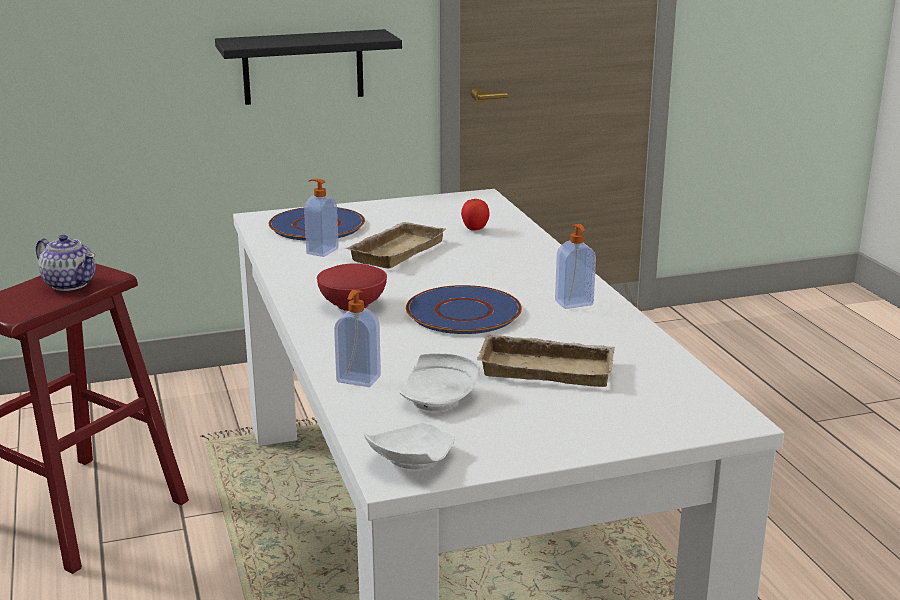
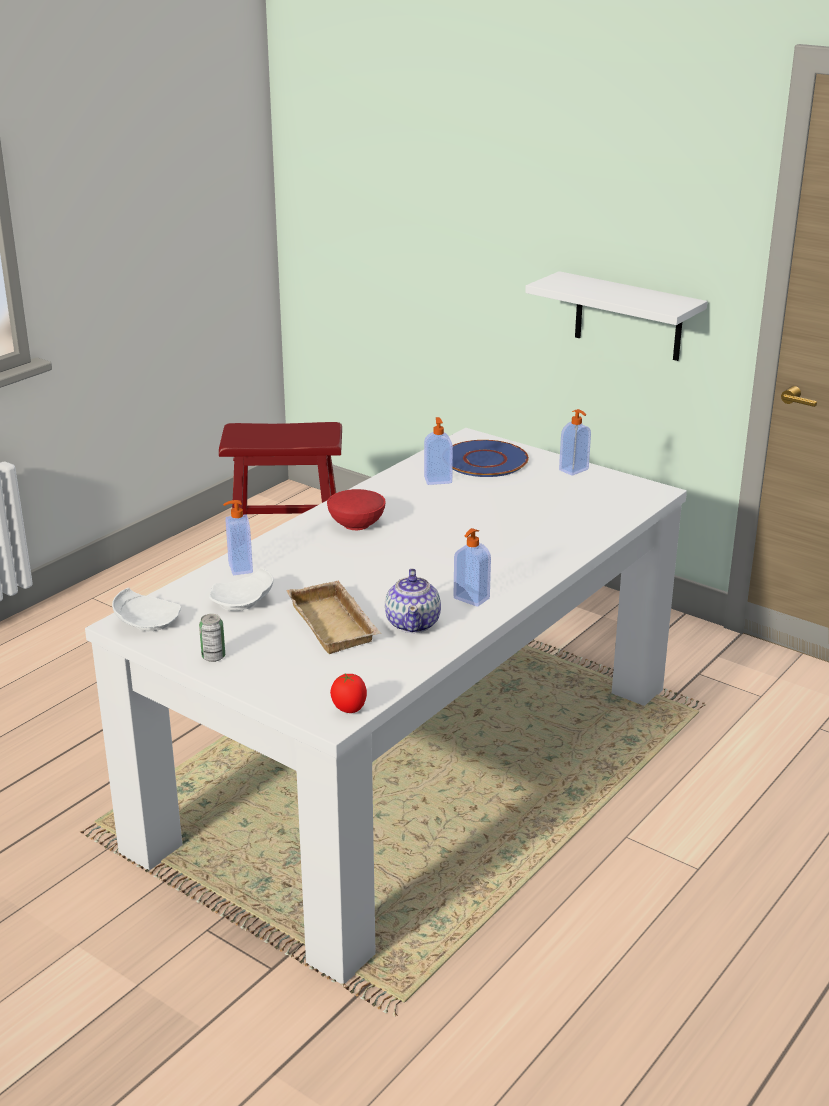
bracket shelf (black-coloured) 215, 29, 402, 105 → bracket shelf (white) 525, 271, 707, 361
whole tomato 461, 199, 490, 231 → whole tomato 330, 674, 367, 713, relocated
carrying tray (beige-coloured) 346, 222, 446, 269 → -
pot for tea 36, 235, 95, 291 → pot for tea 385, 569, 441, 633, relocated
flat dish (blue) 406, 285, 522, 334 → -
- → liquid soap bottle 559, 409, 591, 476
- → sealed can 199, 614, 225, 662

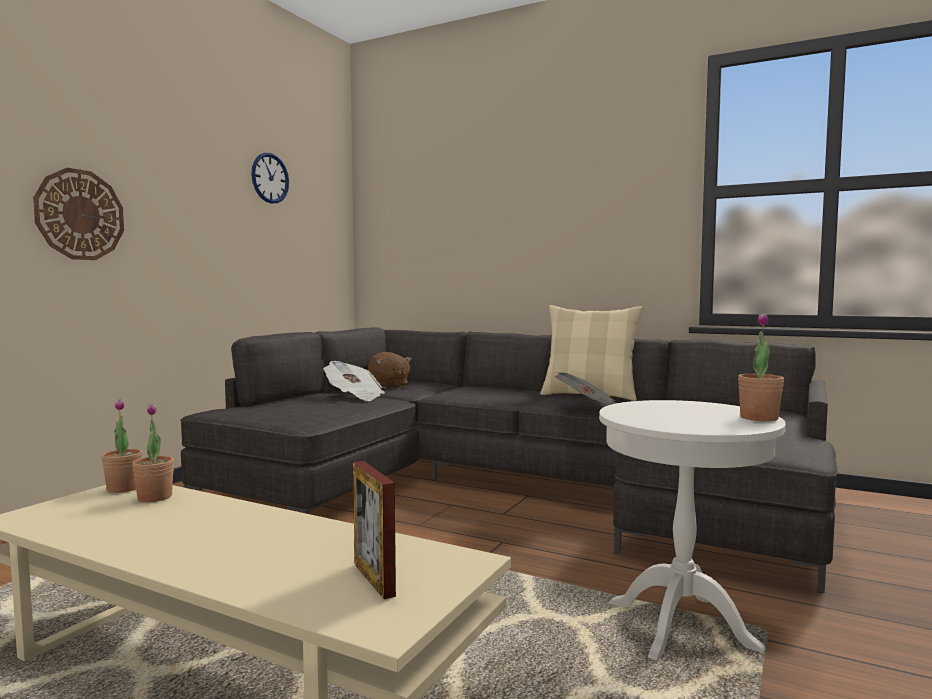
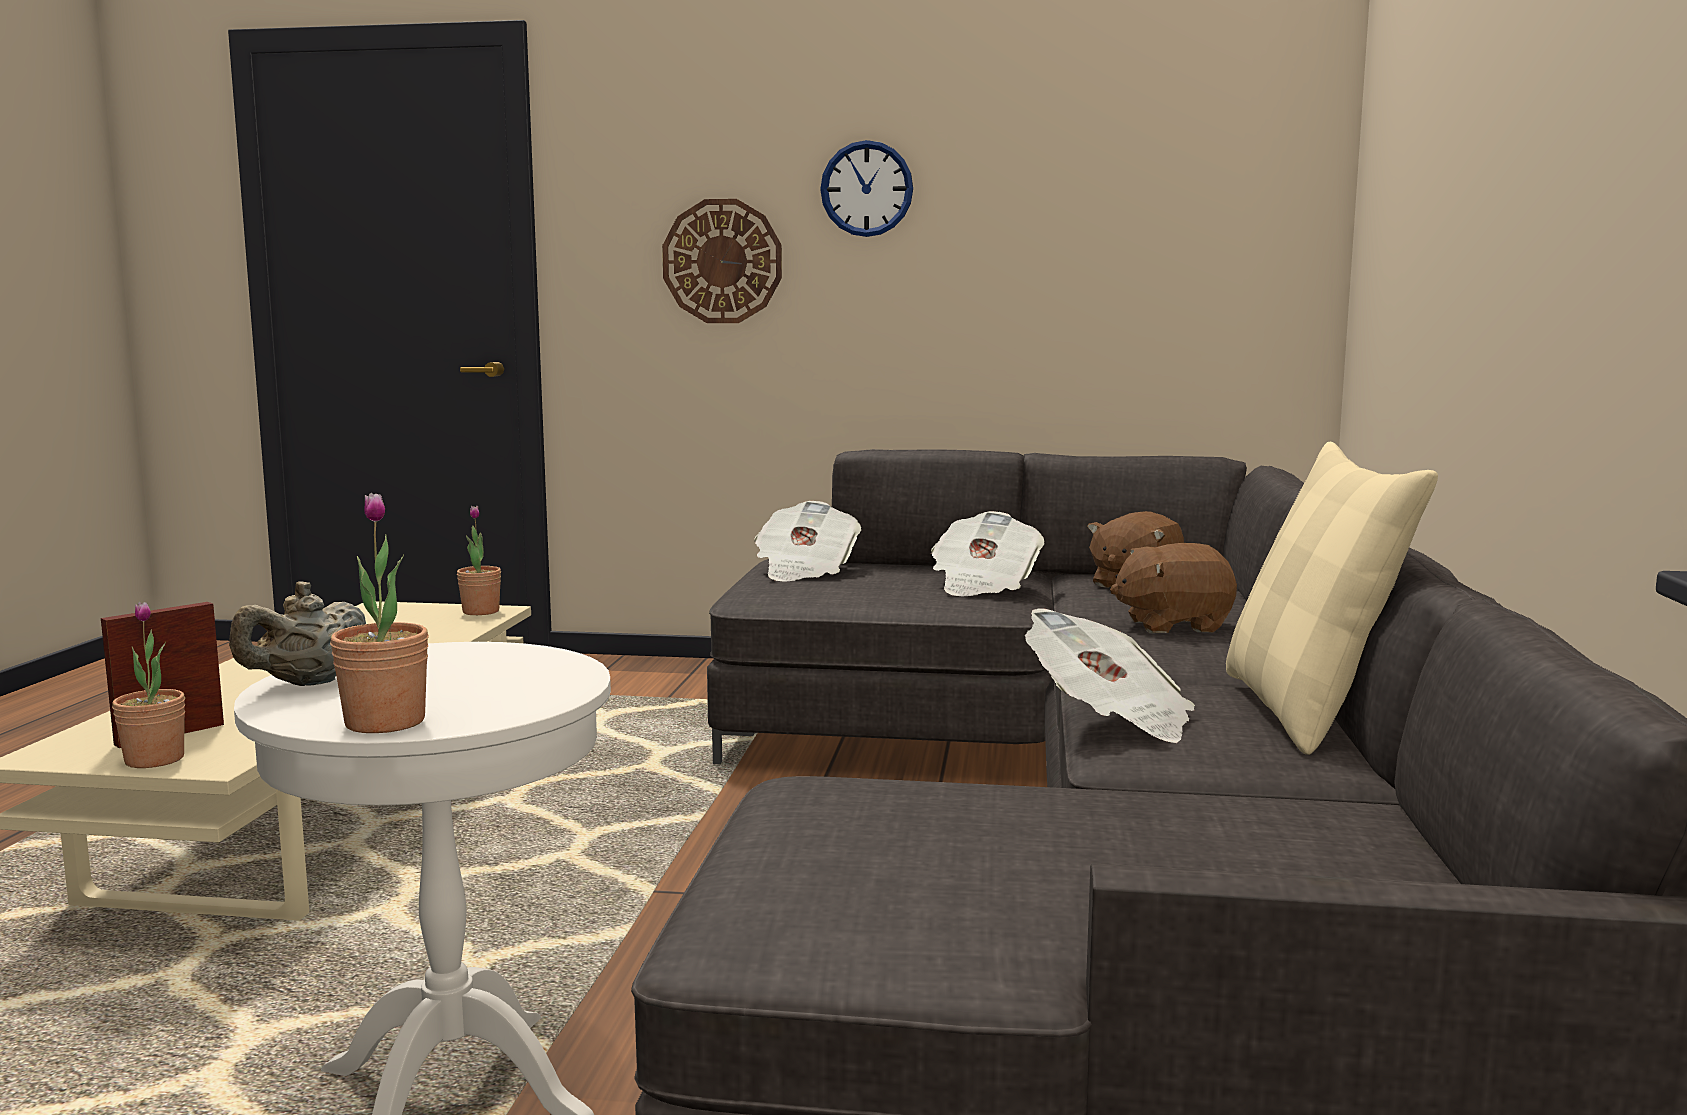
clock on the wall 251, 153, 289, 204 → clock on the wall 820, 140, 913, 237, relocated
plant in a pot 132, 404, 174, 502 → plant in a pot 112, 602, 185, 768, relocated
- → printed paper 754, 501, 861, 582
- → cuddly toy (brown) 1110, 543, 1237, 633
- → pot for tea (beige-coloured) 229, 582, 366, 686

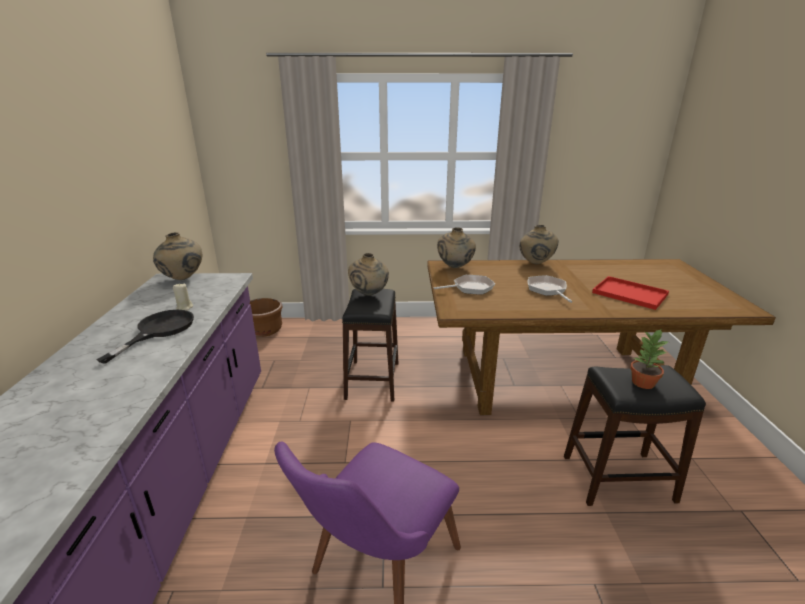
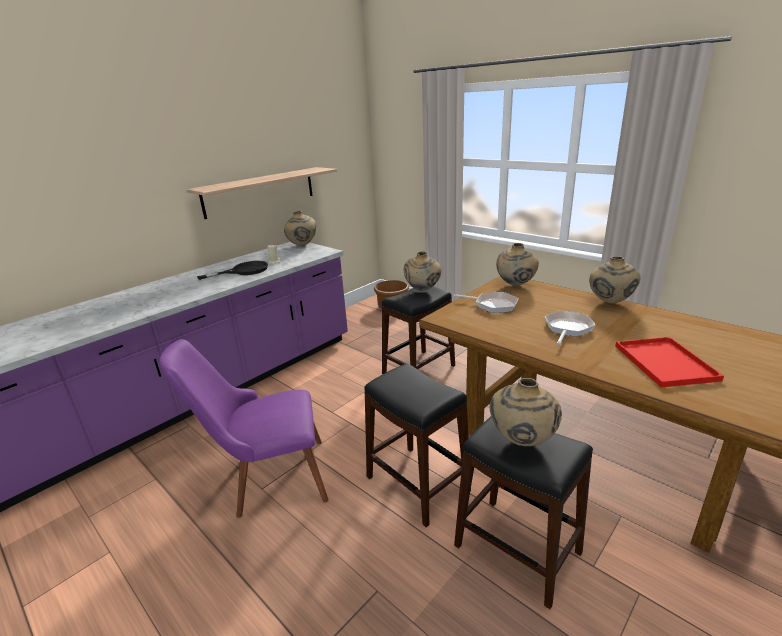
plant in a pot 630, 329, 668, 389 → flower vase (beige-coloured) 490, 378, 562, 446
- → bracket shelf 186, 167, 337, 219
- → stool (black-coloured) 364, 364, 471, 527

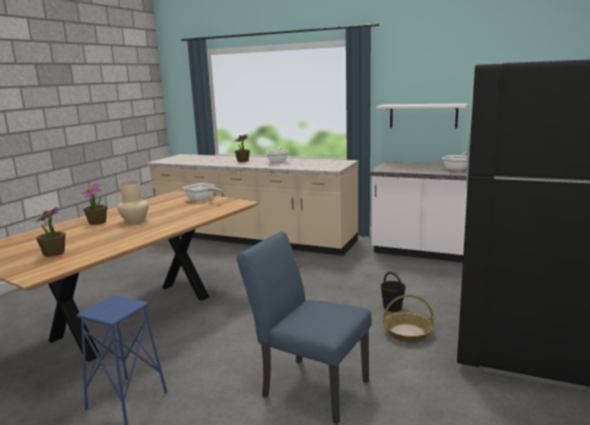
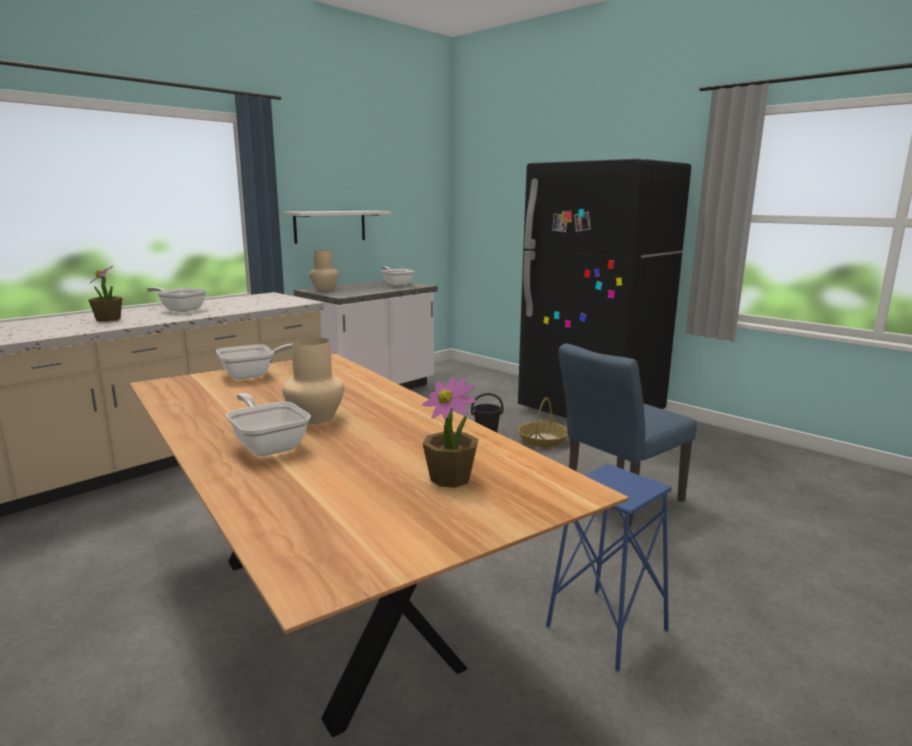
plant in a pot 83, 182, 107, 225 → pan 226, 393, 311, 457
- → flower vase (beige-coloured) 309, 250, 339, 290

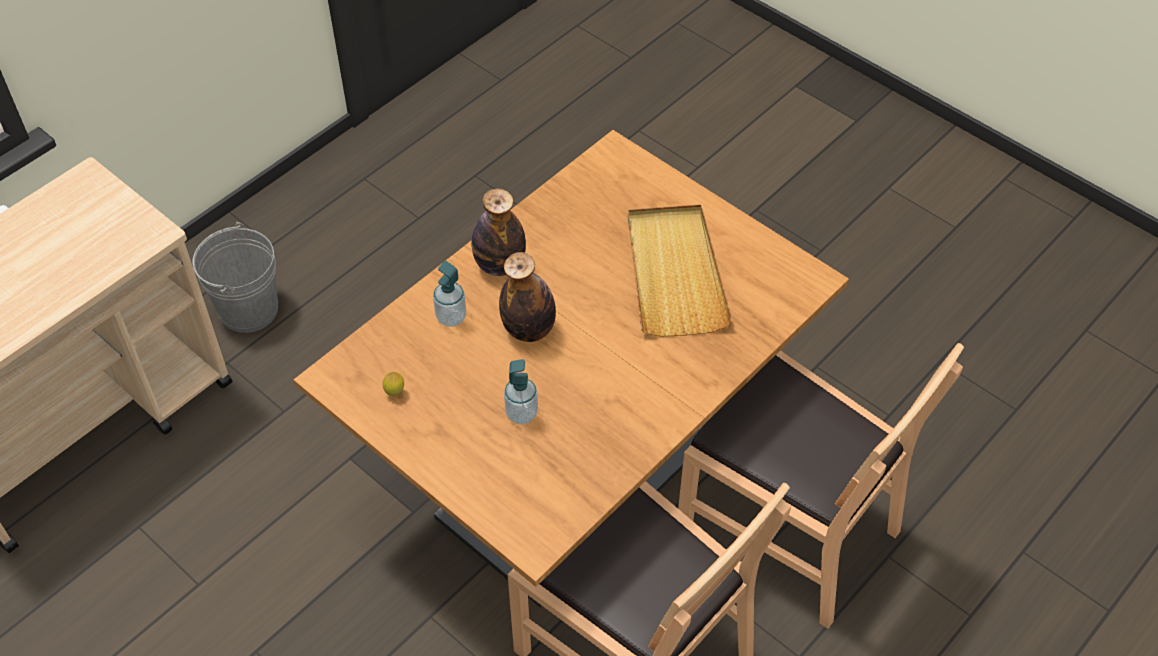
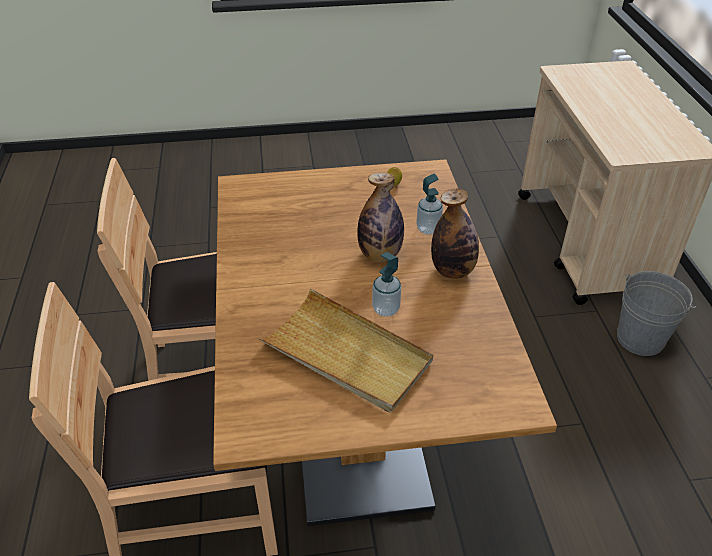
liquid soap bottle 504, 359, 538, 424 → liquid soap bottle 372, 252, 401, 317, relocated

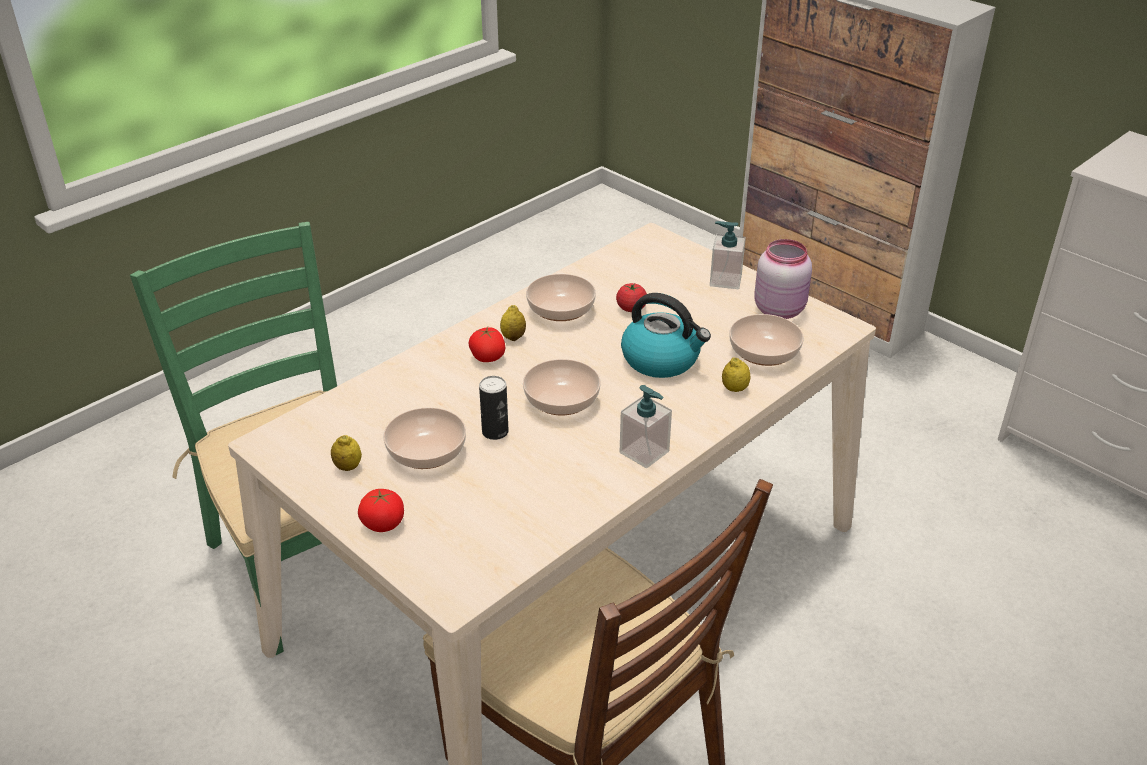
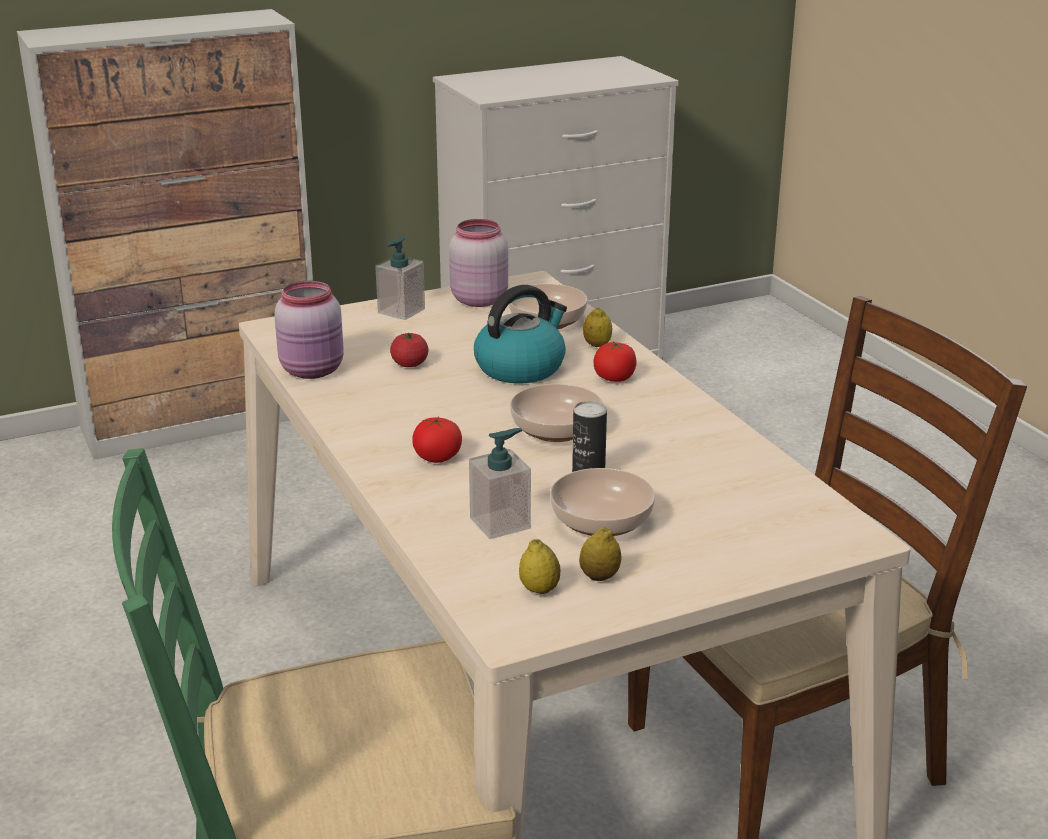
bowl 526, 274, 596, 321 → -
lemon 500, 305, 526, 341 → lemon 519, 539, 560, 594, relocated
liquid soap bottle 620, 385, 672, 468 → liquid soap bottle 469, 428, 531, 539, relocated
whole tomato 358, 489, 404, 532 → whole tomato 593, 341, 636, 382, relocated
- → jar (pinkish) 275, 281, 344, 379

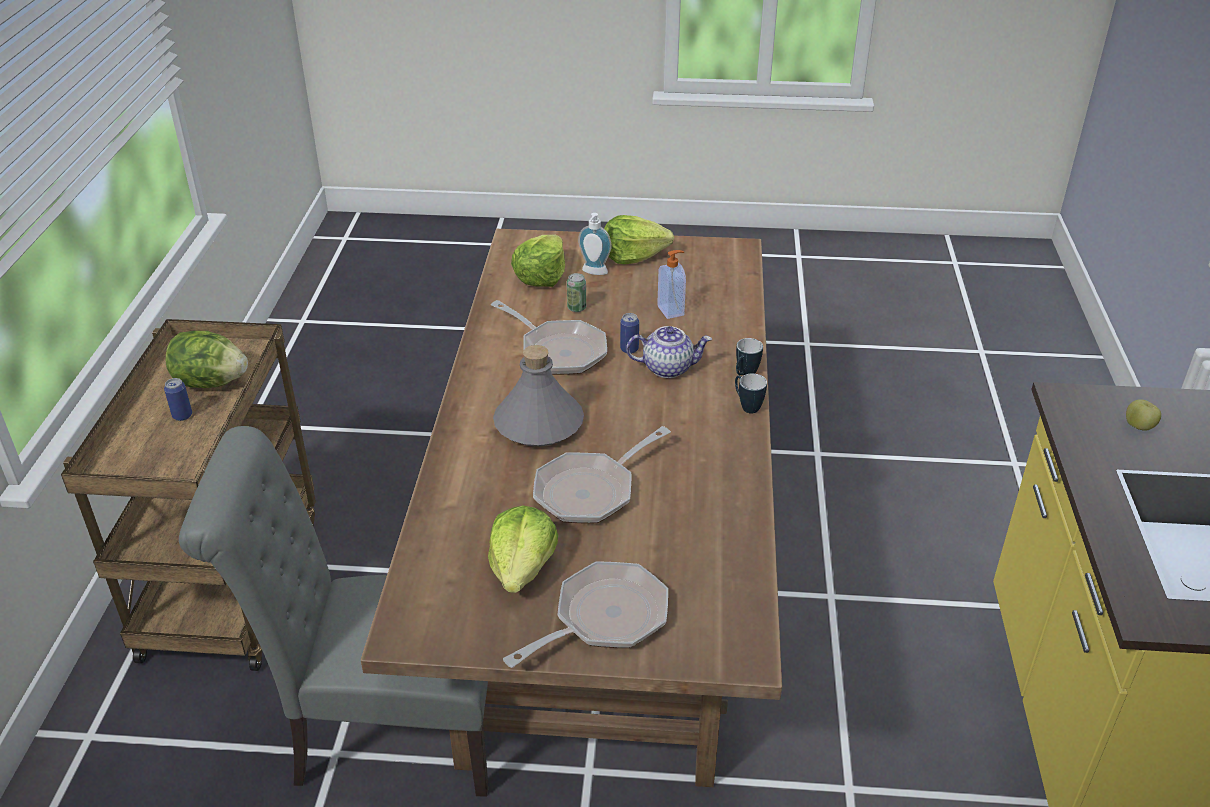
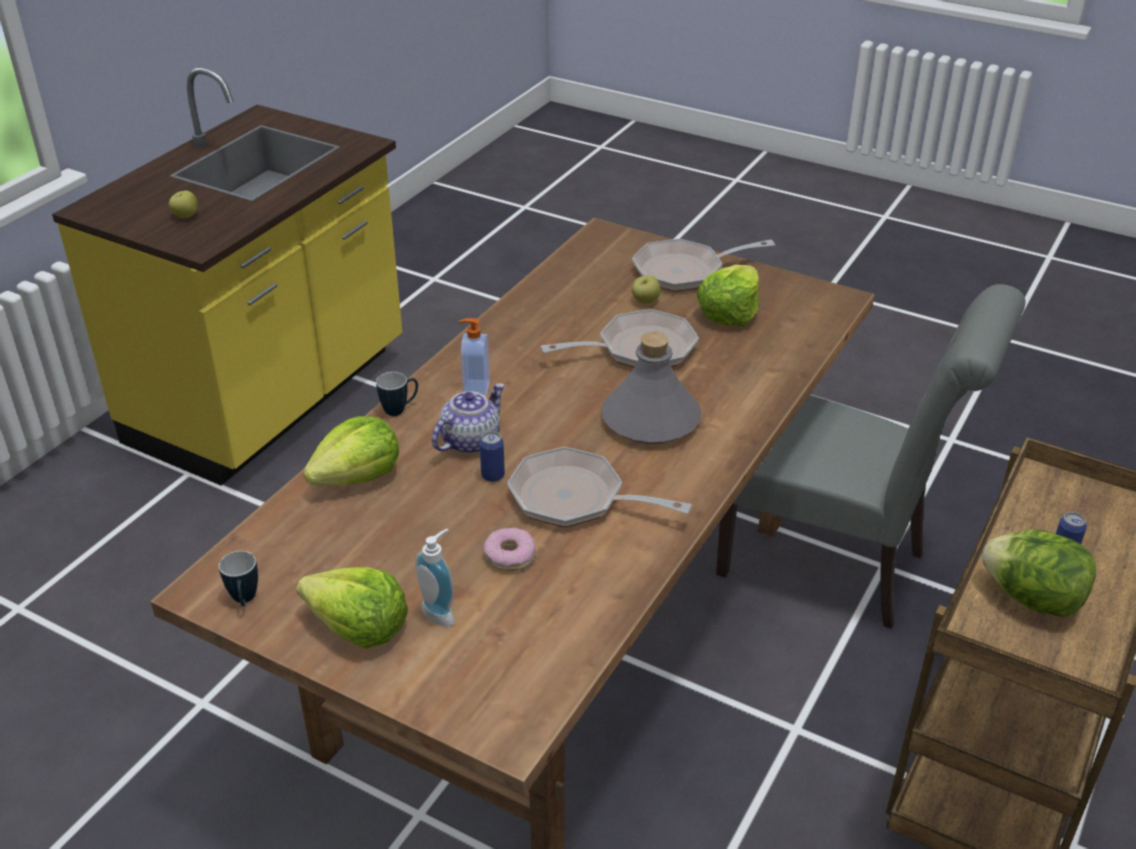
lettuce 511, 235, 565, 287 → lettuce 303, 416, 399, 486, relocated
liquid soap bottle 657, 250, 686, 319 → liquid soap bottle 459, 318, 490, 397, relocated
sealed can 567, 273, 586, 312 → ring doughnut 483, 528, 536, 571
pan 491, 300, 607, 375 → pan 507, 447, 692, 527, 45 degrees counterclockwise
pot for tea 626, 326, 712, 378 → pot for tea 432, 383, 505, 454, 105 degrees clockwise
mug 735, 374, 767, 414 → mug 219, 551, 258, 606, relocated
- → apple fruit 632, 275, 661, 304

